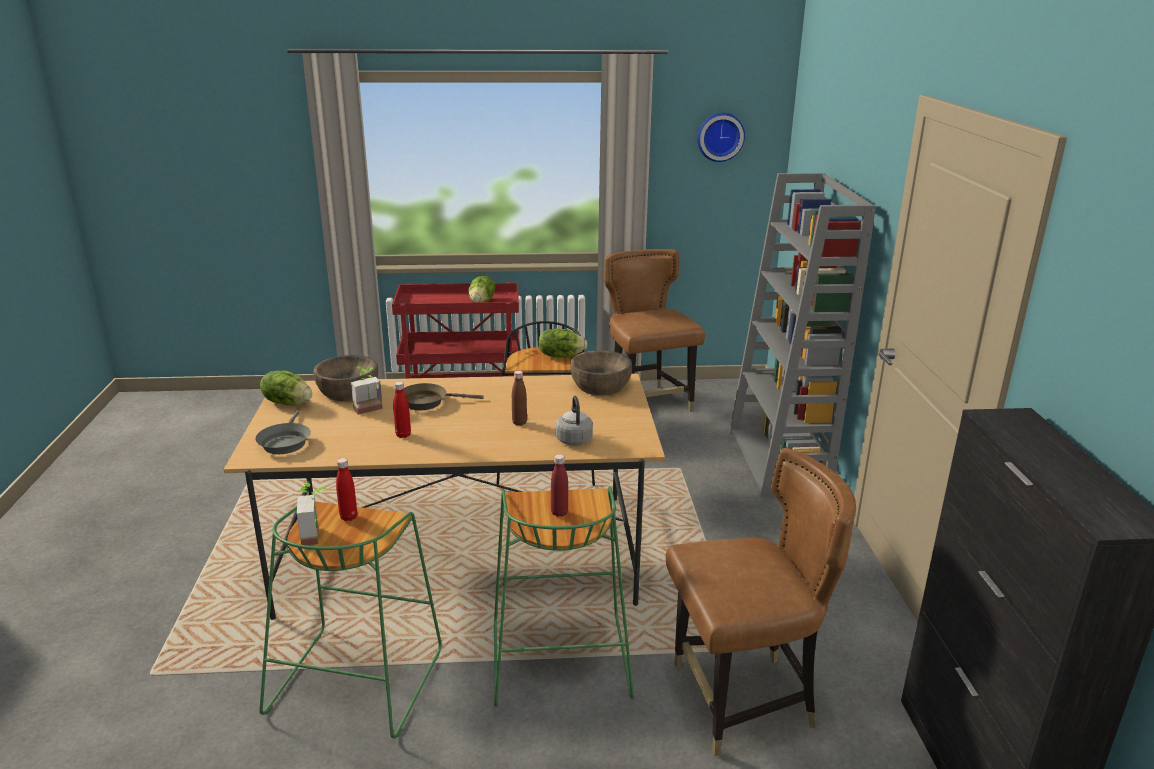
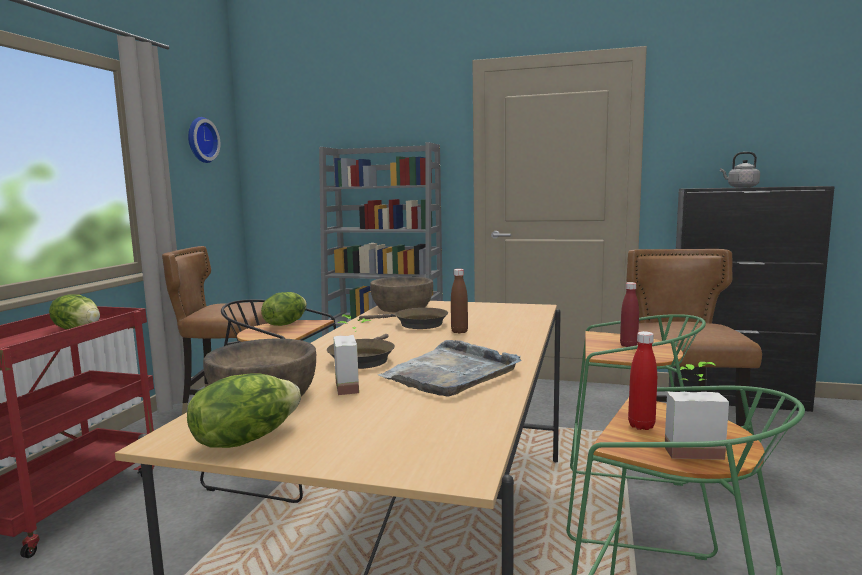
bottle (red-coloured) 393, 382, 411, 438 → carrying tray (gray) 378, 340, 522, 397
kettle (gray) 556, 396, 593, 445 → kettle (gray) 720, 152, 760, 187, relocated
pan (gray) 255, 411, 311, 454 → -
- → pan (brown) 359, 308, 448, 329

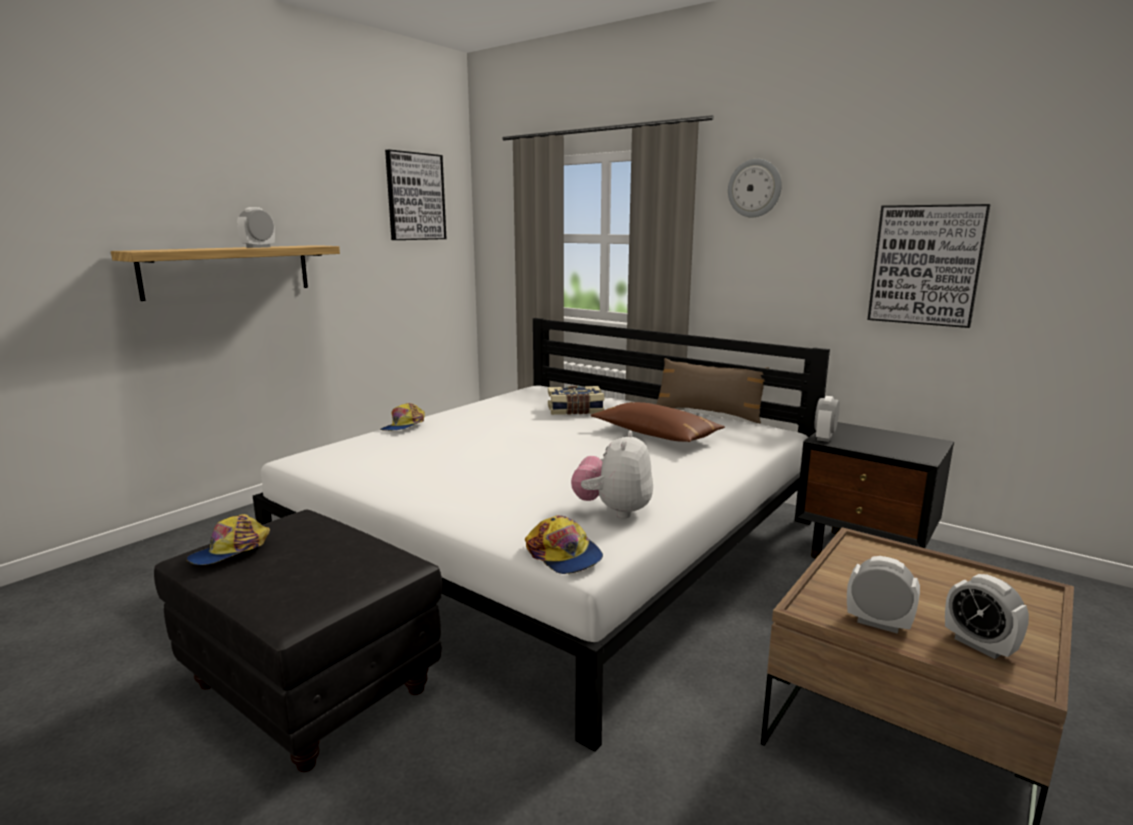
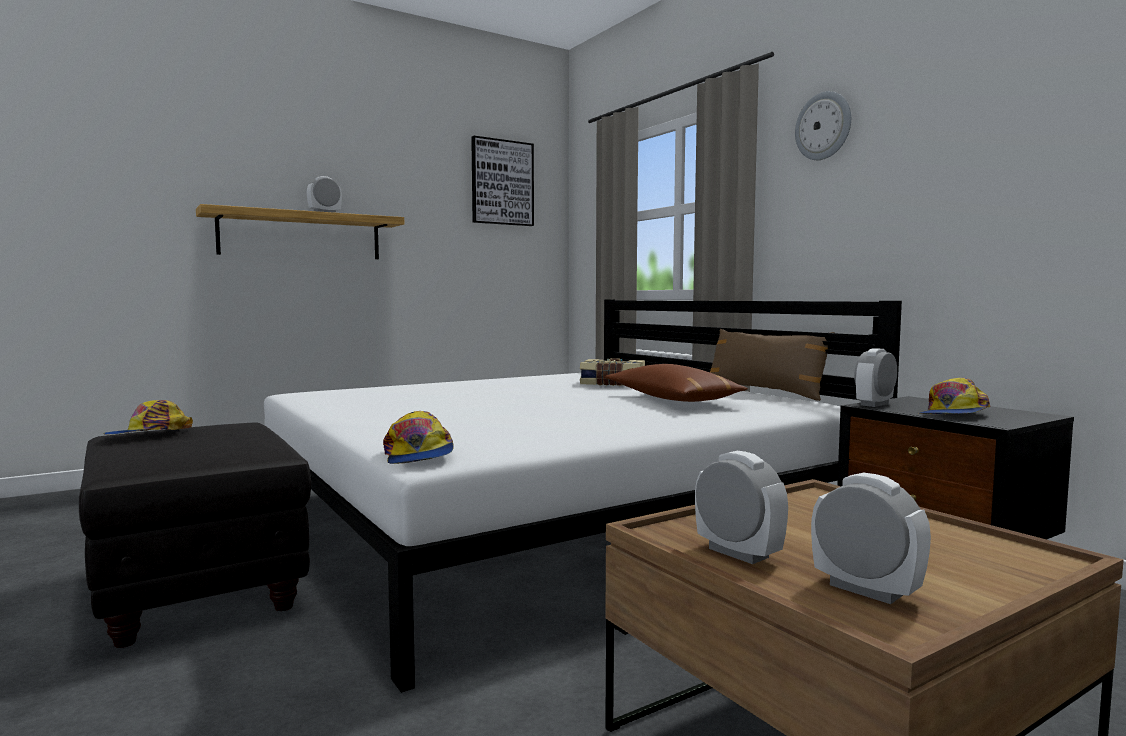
picture 867, 204, 991, 328 → -
cap 380, 403, 425, 431 → cap 919, 378, 991, 414, relocated
cuddly toy 571, 431, 653, 519 → -
table clock 945, 574, 1029, 659 → table clock 811, 473, 931, 604, 150 degrees clockwise

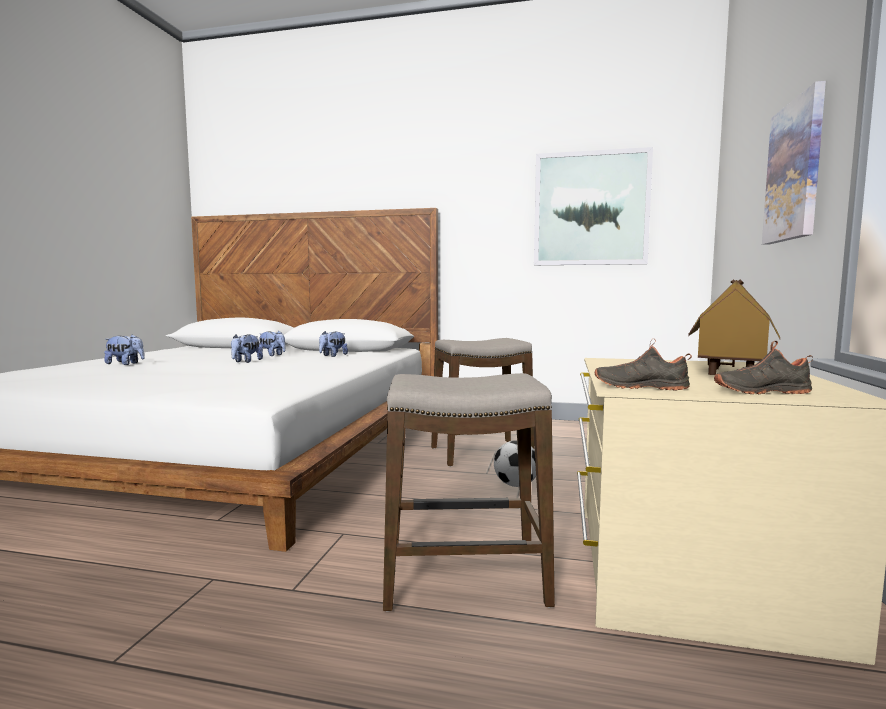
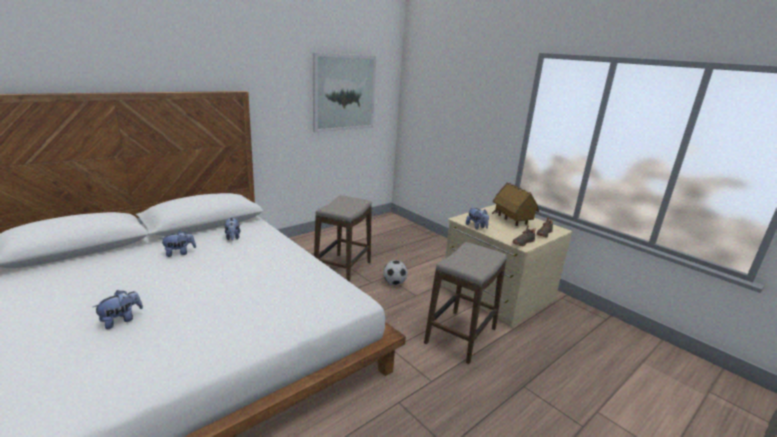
picture 762, 81, 826, 244 → -
cuddly toy 231, 334, 263, 363 → cuddly toy 466, 207, 489, 229, relocated

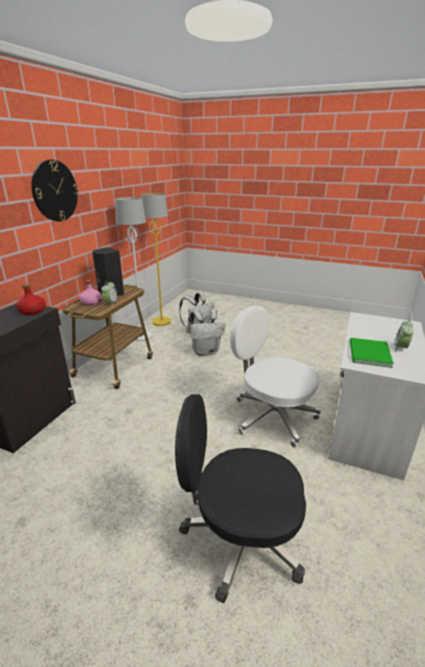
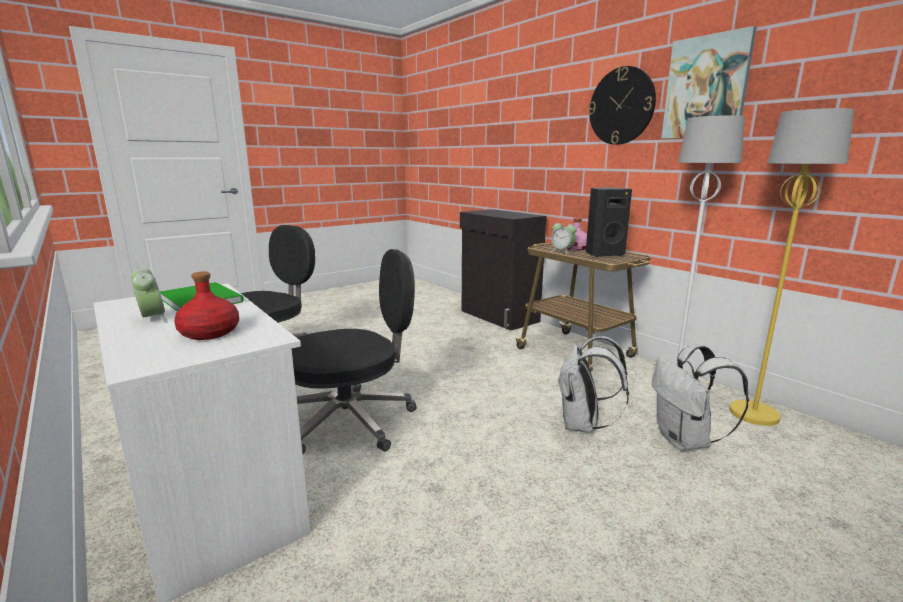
bottle (red-coloured) 16, 284, 46, 315 → bottle (red-coloured) 174, 271, 239, 340, relocated
office chair (white) 230, 305, 321, 448 → office chair (black-coloured) 292, 249, 417, 453
- → picture 661, 26, 757, 139

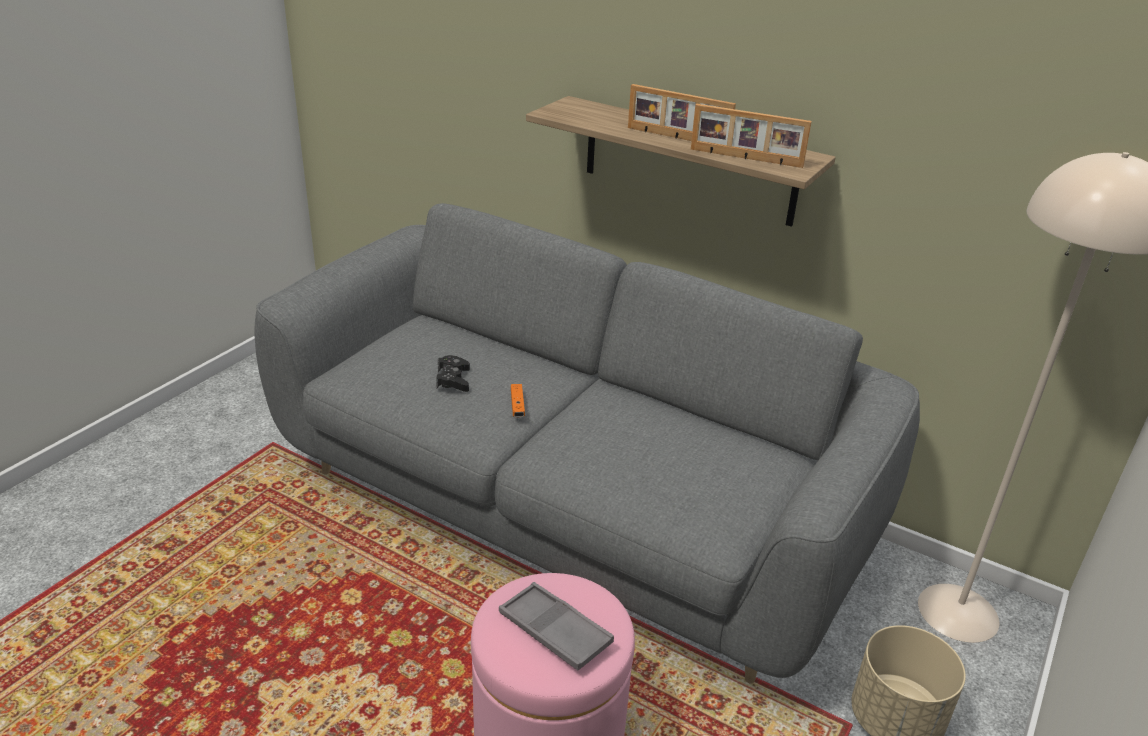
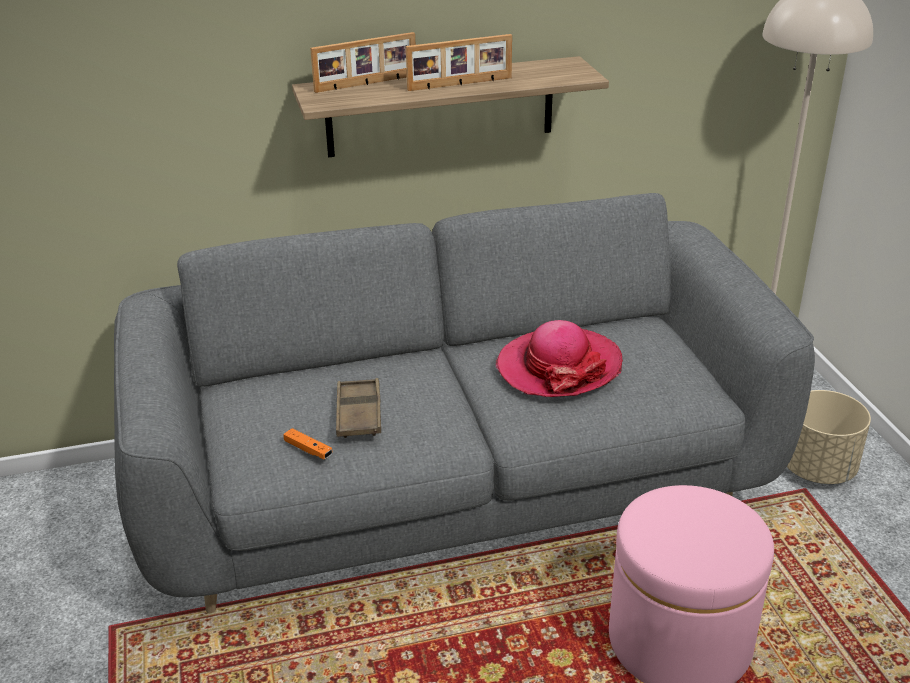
picture frame 691, 104, 812, 168 → picture frame 310, 32, 415, 93, relocated
joypad (black-coloured) 436, 355, 470, 392 → carrying tray (brown) 336, 378, 381, 438
joypad (orange) 511, 384, 525, 417 → joypad (orange) 283, 428, 333, 459, relocated
carrying tray (gray) 499, 582, 614, 670 → -
- → clothing hat 496, 320, 623, 397

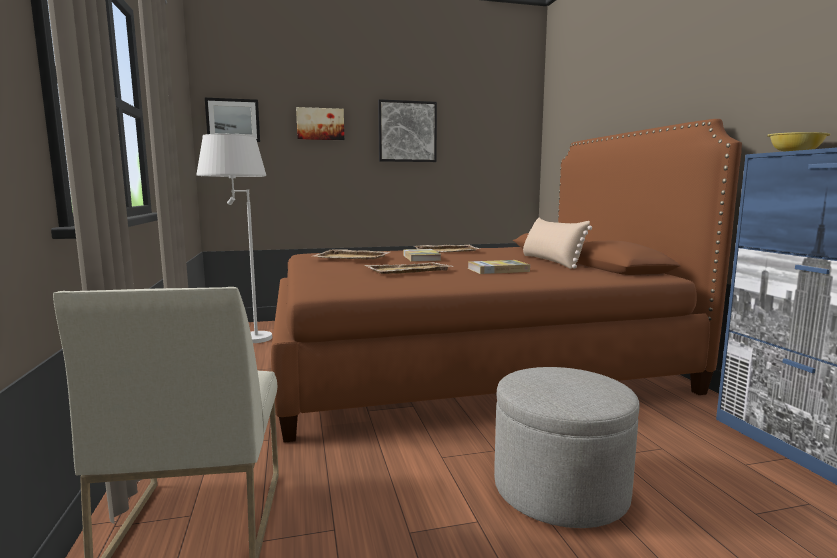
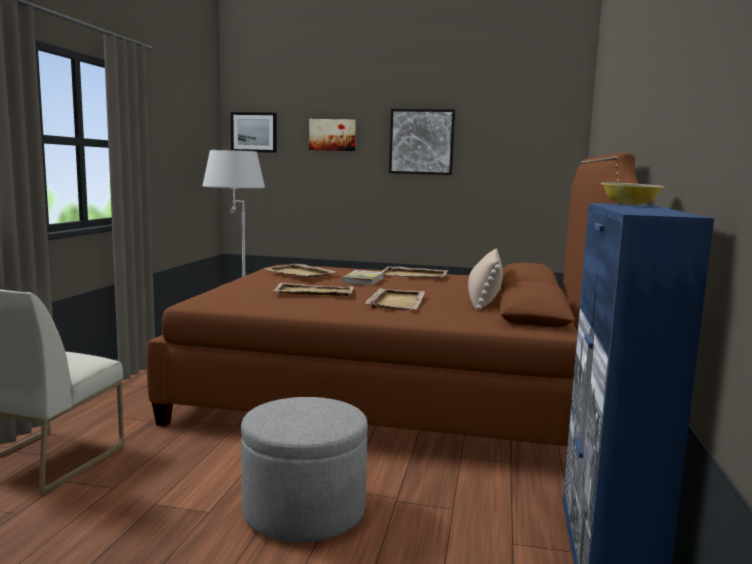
bound book 468, 260, 530, 274 → carrying tray (beige-coloured) 365, 288, 425, 310

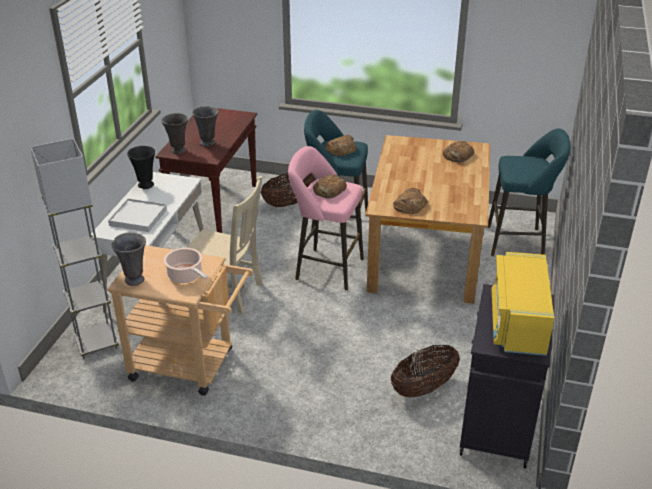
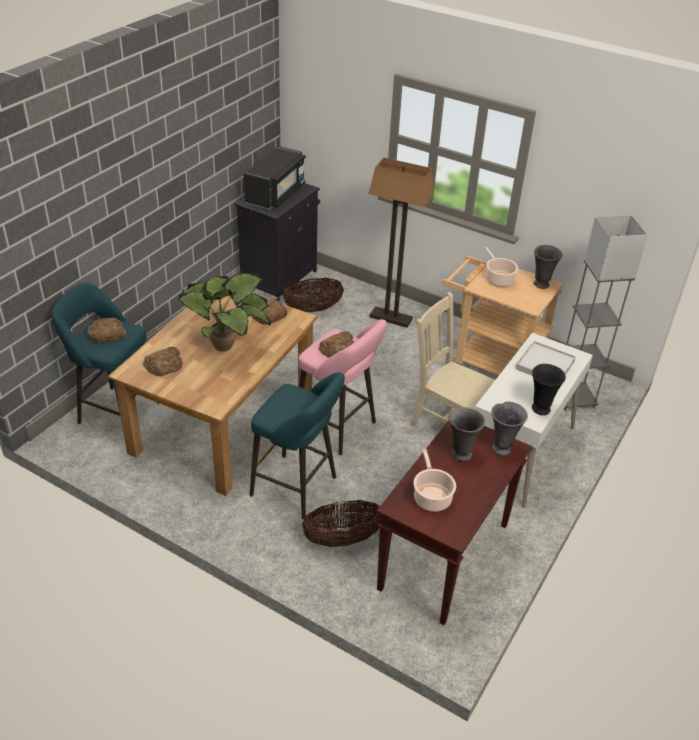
bread 325, 135, 357, 156 → bread 87, 318, 126, 343, relocated
microwave oven (yellowish) 492, 252, 554, 356 → microwave oven (black-coloured) 244, 146, 306, 210
- → floor lamp 368, 158, 434, 328
- → plant in a pot 178, 273, 272, 352
- → saucepot 413, 449, 456, 512

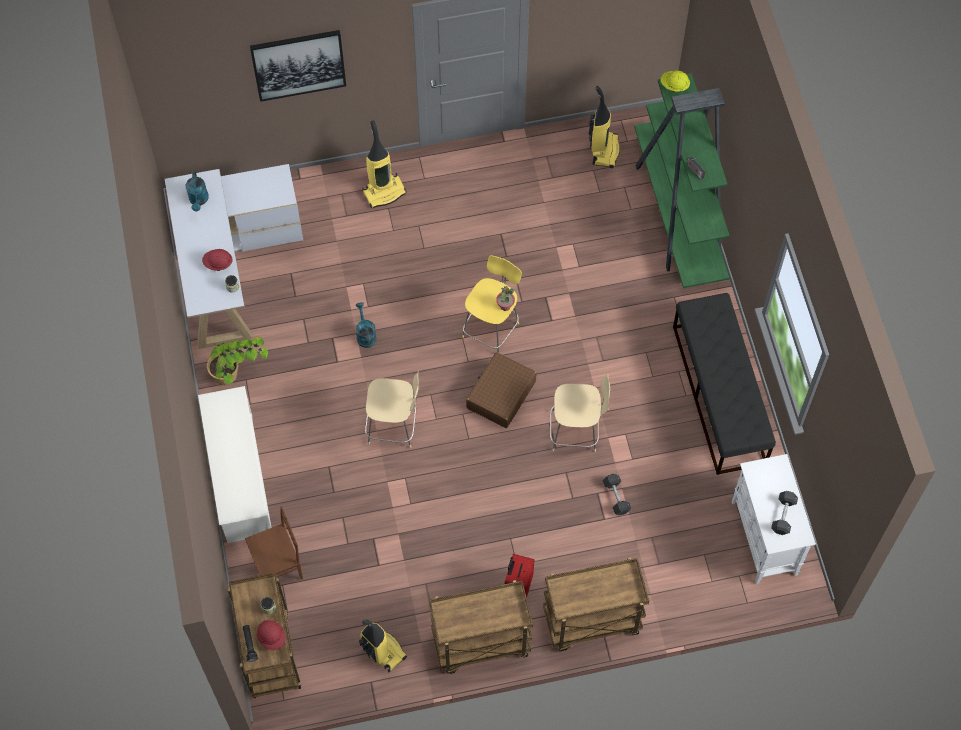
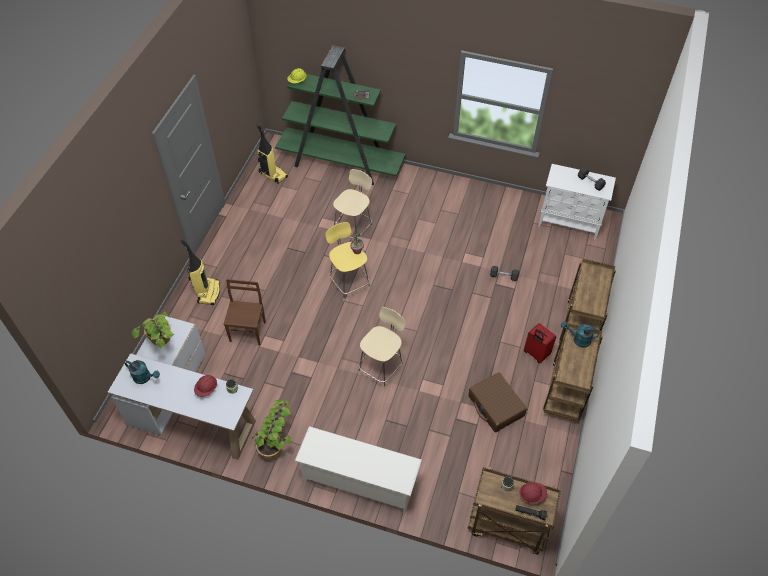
picture 250, 30, 346, 102 → -
bench (black-coloured) 673, 293, 776, 475 → -
sprinkling can (turquoise) 356, 302, 377, 348 → sprinkling can (turquoise) 561, 321, 599, 348, relocated
travel case (brown) 466, 352, 537, 428 → travel case (brown) 469, 372, 527, 432, relocated
stool (beige-coloured) 550, 374, 610, 452 → stool (beige-coloured) 333, 169, 372, 238, relocated
upright chair (brown) 245, 506, 303, 579 → upright chair (brown) 224, 279, 266, 345, relocated
vacuum 359, 619, 407, 673 → -
- → plant in a pot 132, 311, 174, 348

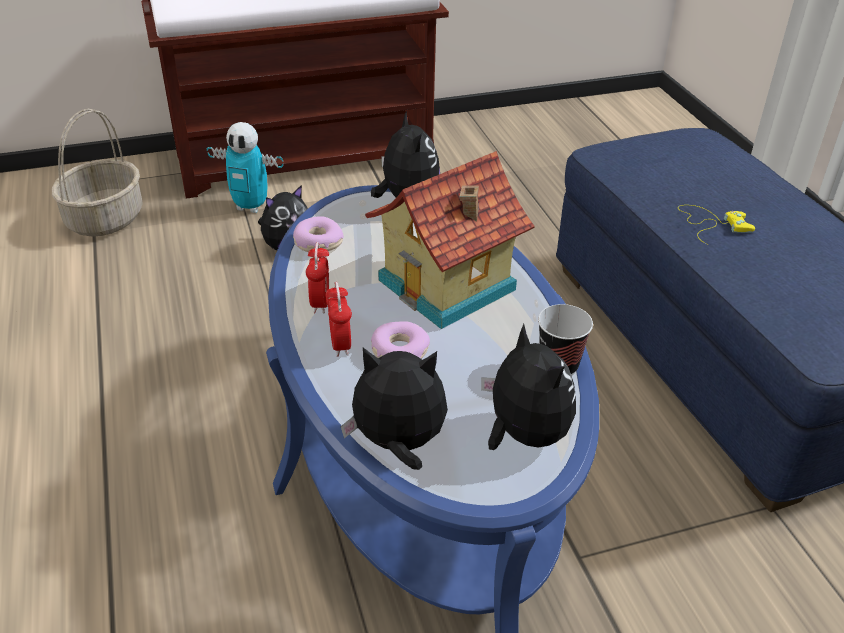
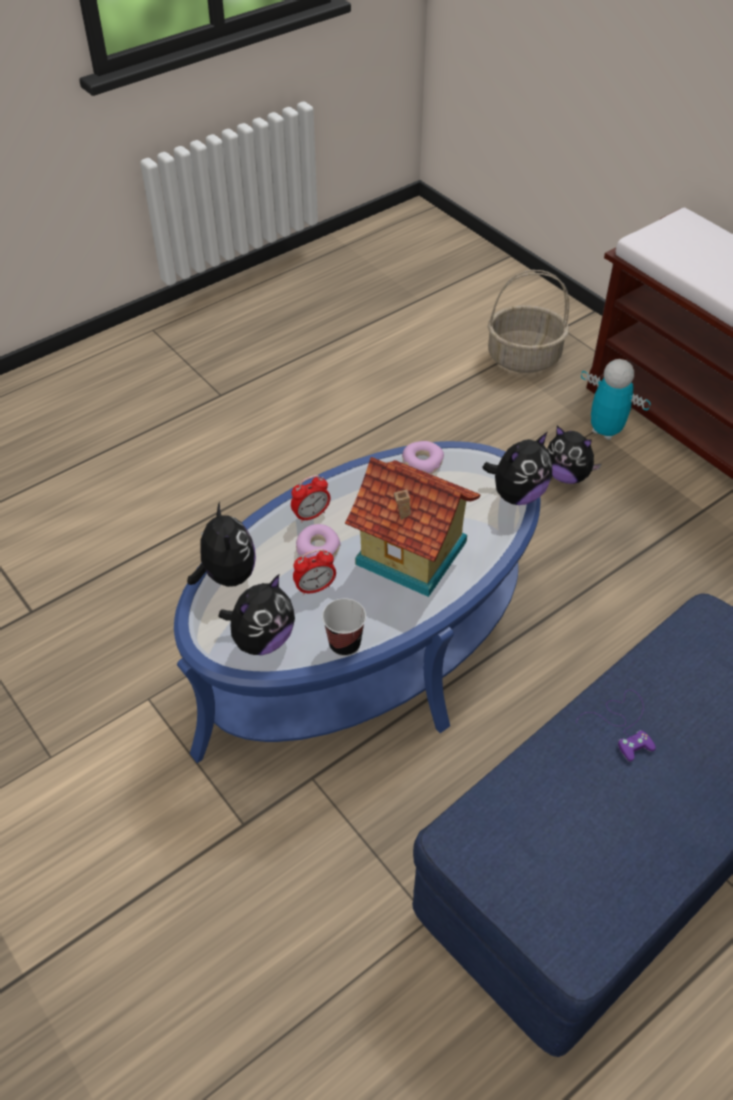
toy robot 207, 122, 283, 213 → toy robot 581, 359, 651, 440, 135 degrees clockwise
joypad (yellowish) 678, 205, 755, 245 → joypad (purple-coloured) 576, 690, 656, 762
table clock 306, 242, 329, 314 → table clock 293, 549, 336, 596, relocated

